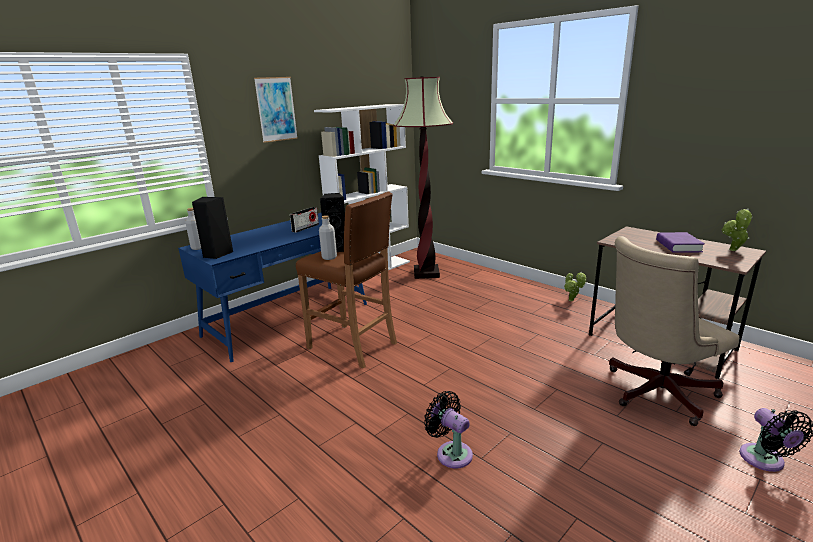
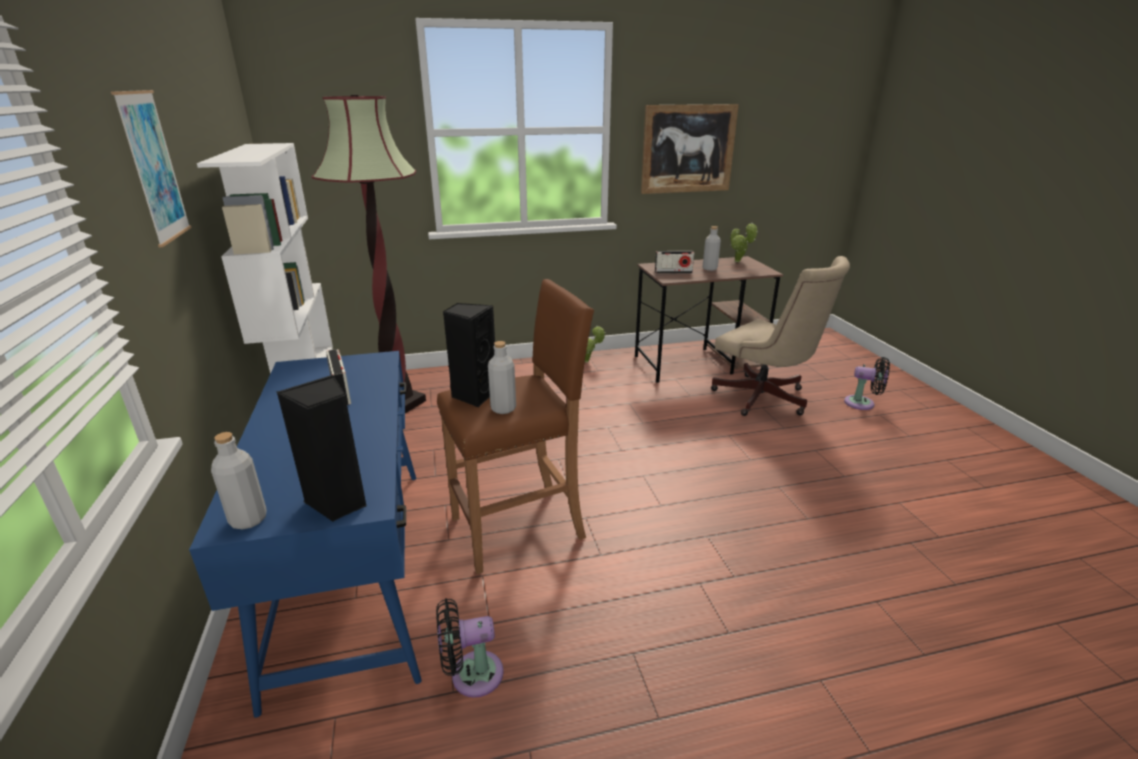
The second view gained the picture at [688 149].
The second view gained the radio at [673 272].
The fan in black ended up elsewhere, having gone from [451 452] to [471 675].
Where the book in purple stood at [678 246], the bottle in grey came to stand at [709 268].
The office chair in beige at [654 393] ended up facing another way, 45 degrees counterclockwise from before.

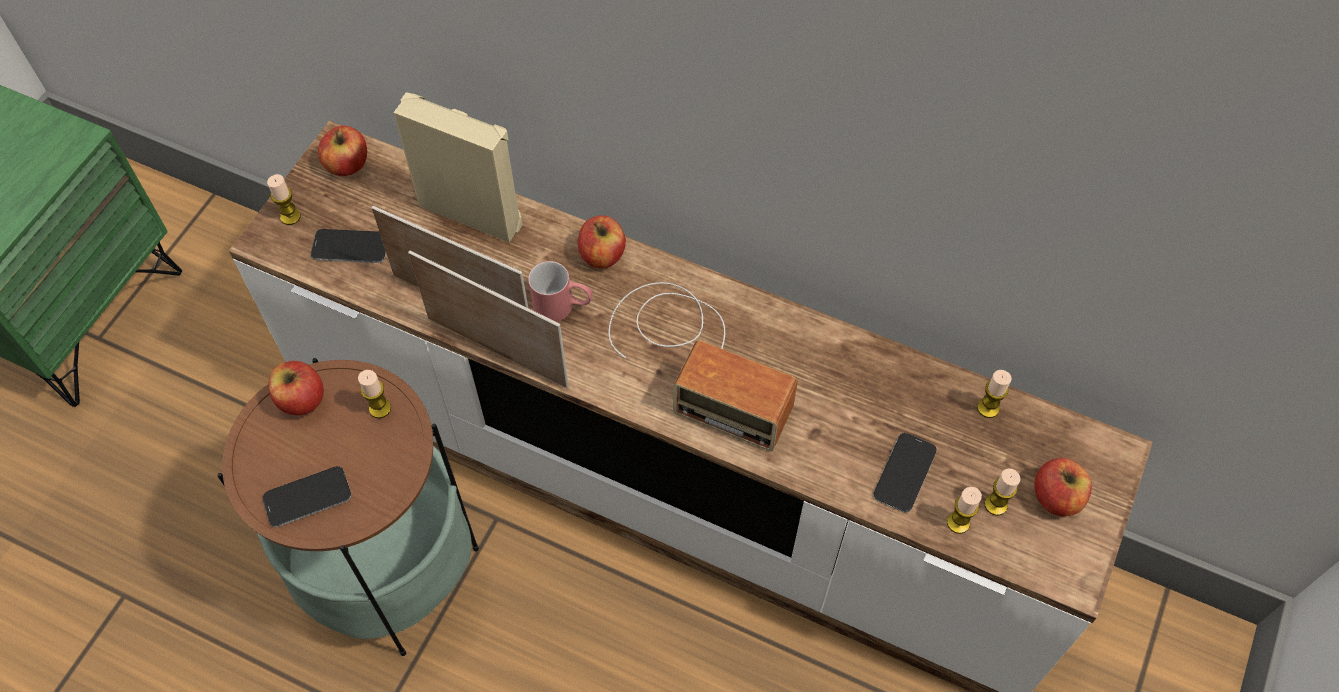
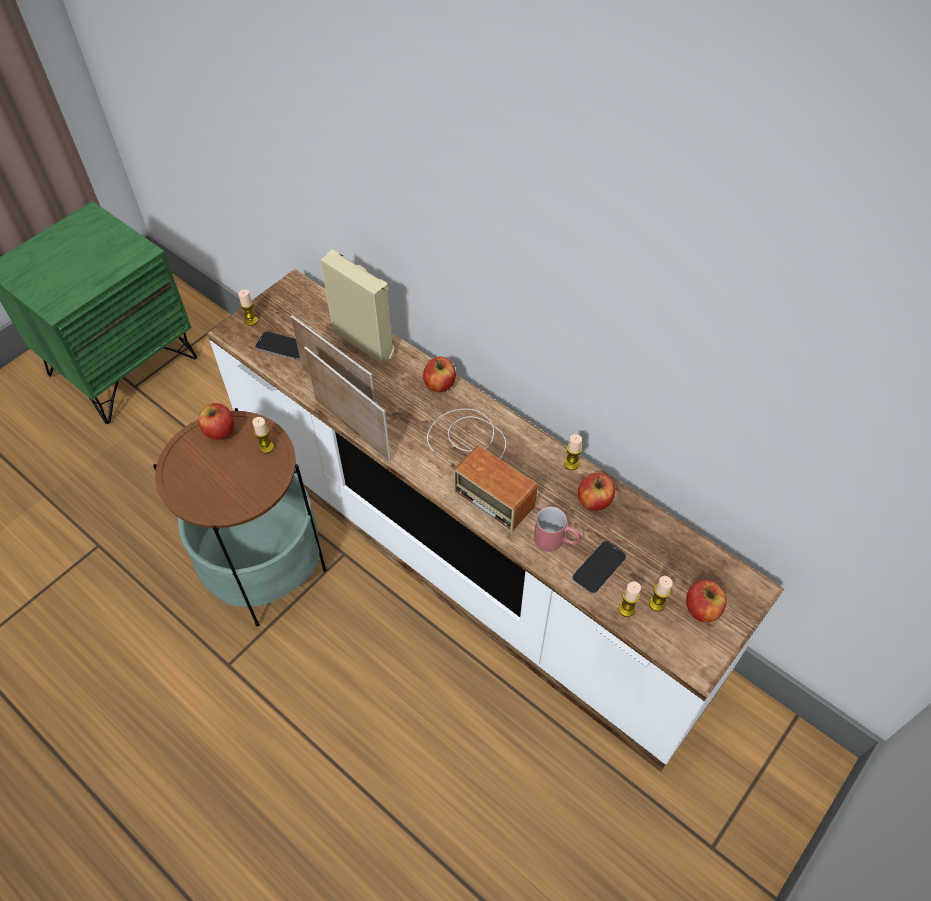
The second view lost the phone at [307 497].
The apple ended up elsewhere, having gone from [347 164] to [594 500].
The mug in red ended up elsewhere, having gone from [563 307] to [556 541].
The candle ended up elsewhere, having gone from [988 408] to [571 464].

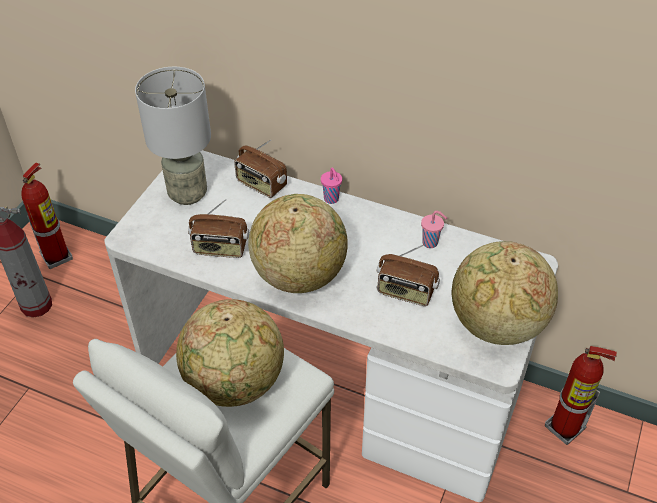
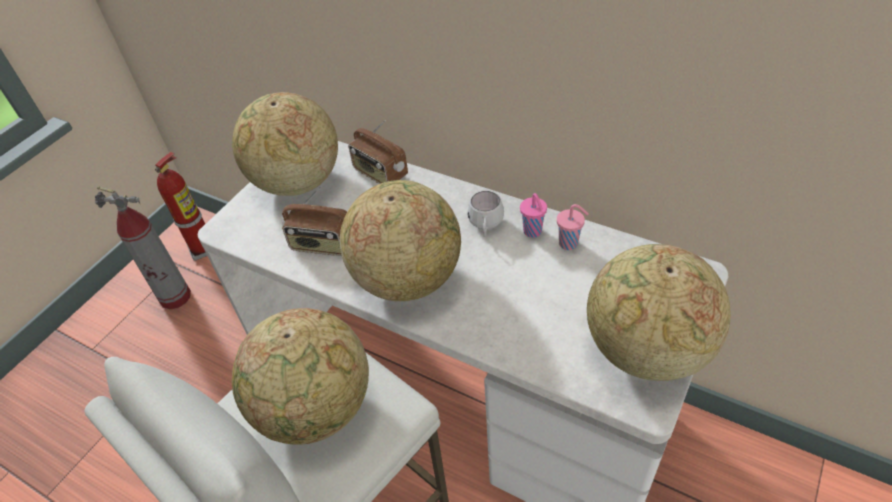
The second view lost the radio at [405 292].
The second view lost the fire extinguisher at [565 428].
The second view gained the mug in white at [485 227].
The cup in pink ended up elsewhere, having gone from [331 199] to [533 232].
Where the table lamp in grey stood at [187 194], the globe came to stand at [297 183].

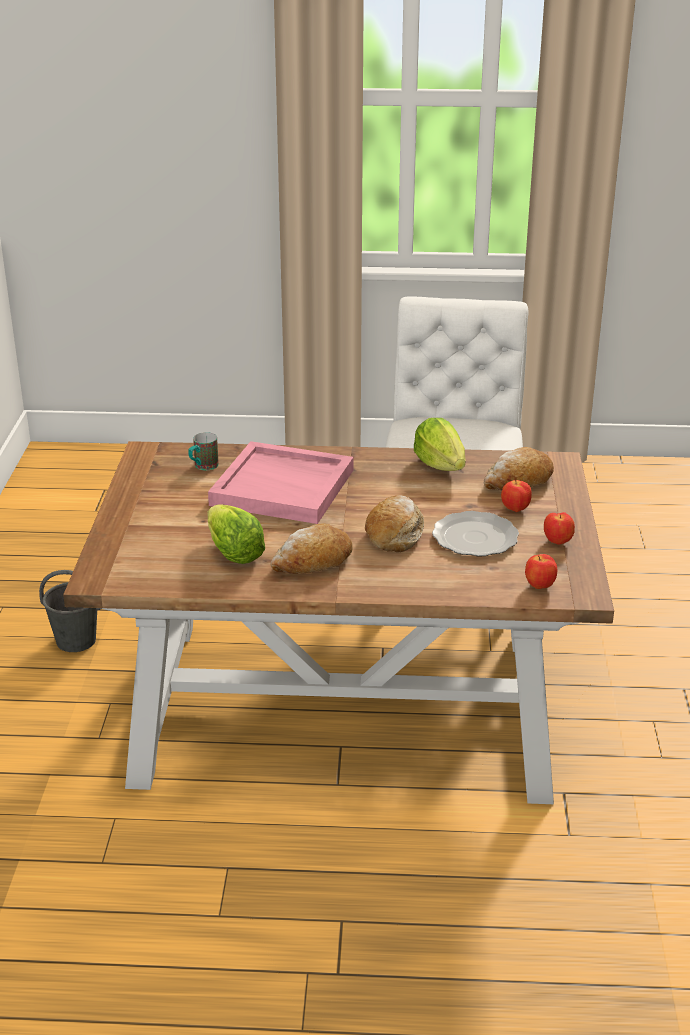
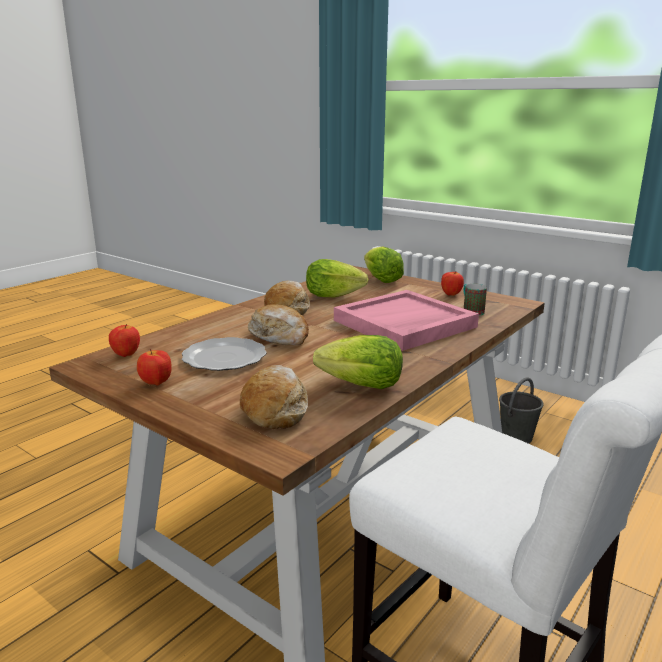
The second view gained the lettuce at [381 280].
The apple ended up elsewhere, having gone from [515 509] to [451 295].

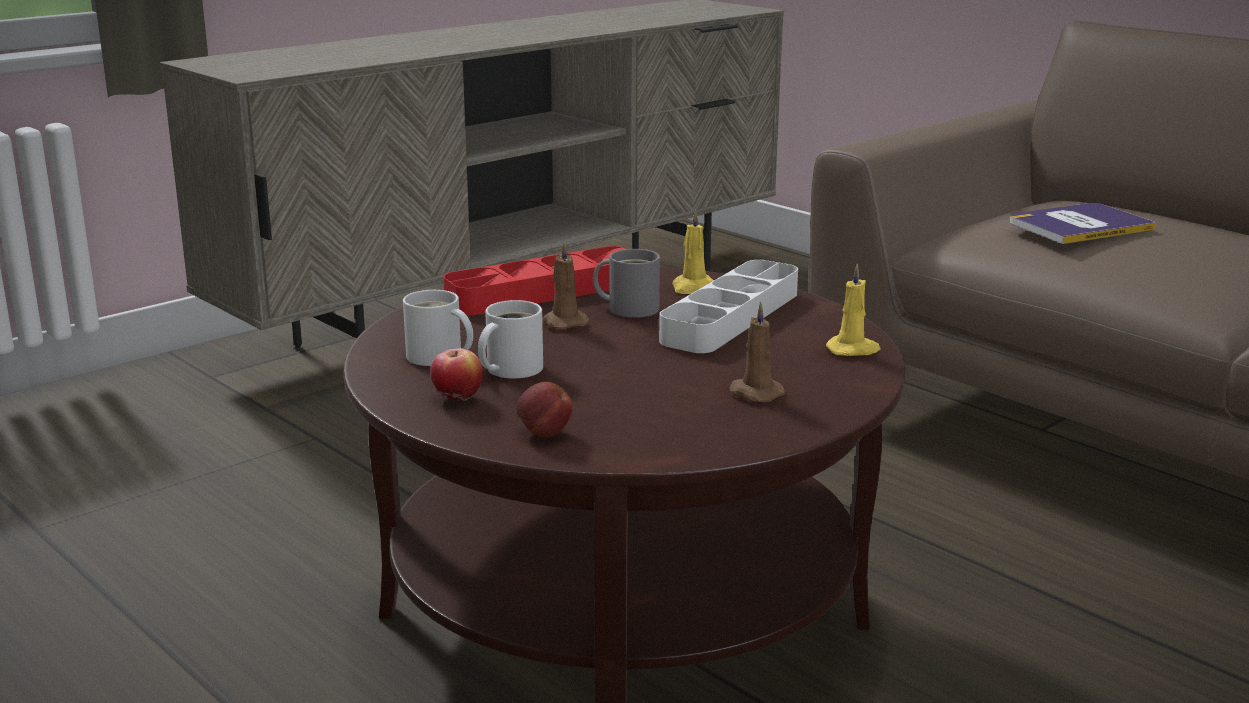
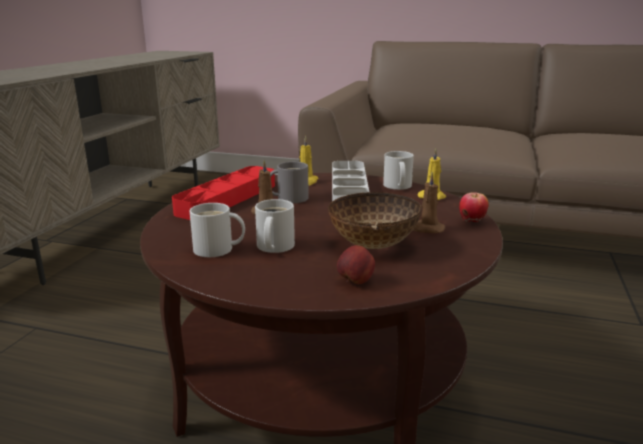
The second view lost the book at [1079 226].
The second view gained the bowl at [372 244].
The second view gained the mug in white at [396 186].
The apple ended up elsewhere, having gone from [457 399] to [472 222].

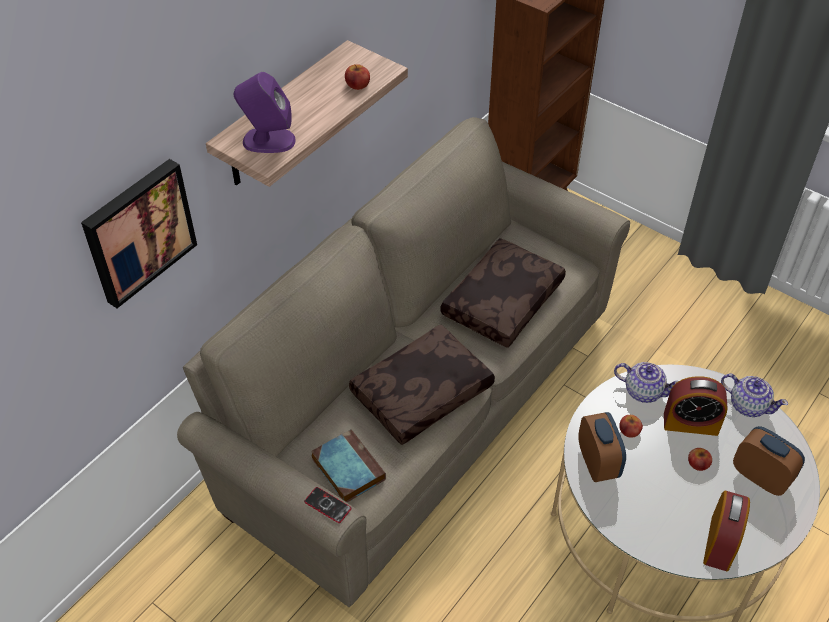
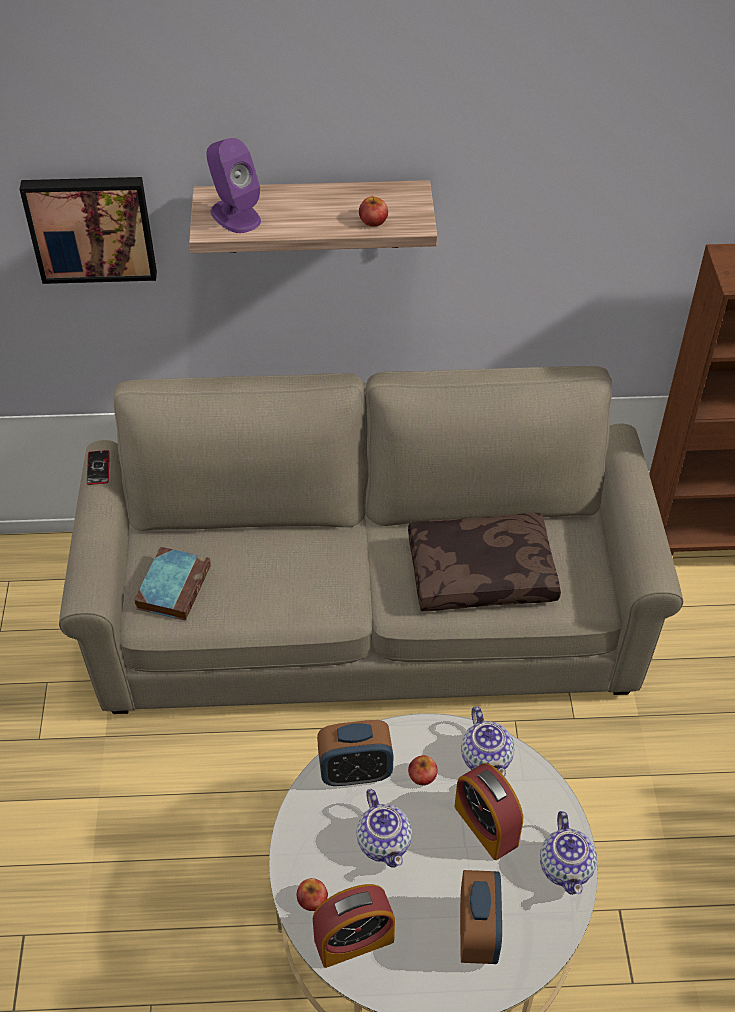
The second view lost the pillow in brown at [422 394].
The second view gained the teapot at [384 841].
The phone ended up elsewhere, having gone from [327 505] to [98 468].
The apple ended up elsewhere, having gone from [698 463] to [312 899].
The alarm clock at [598 463] ended up facing another way, 45 degrees clockwise from before.

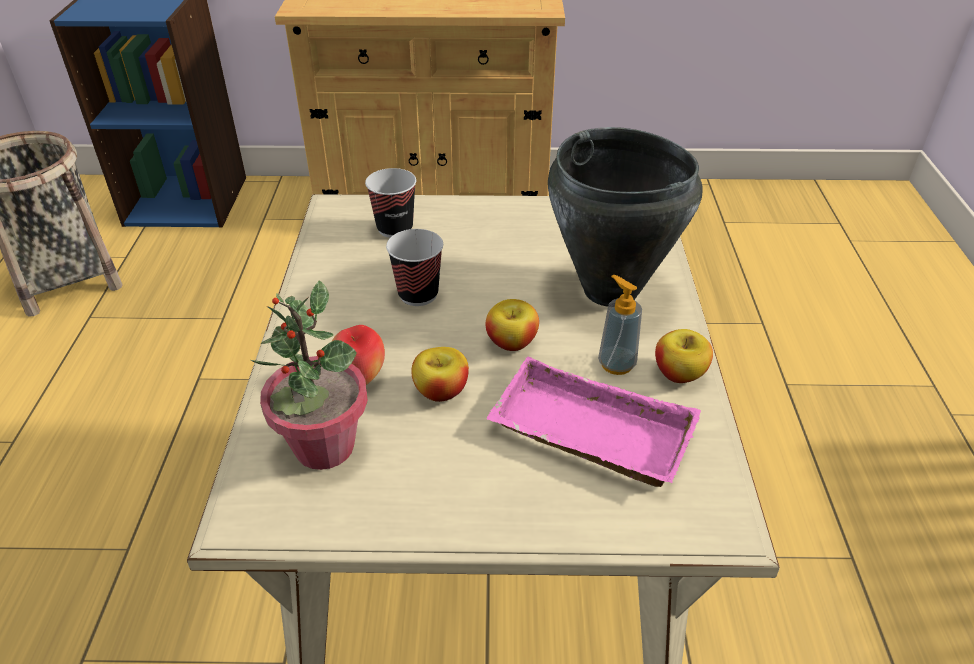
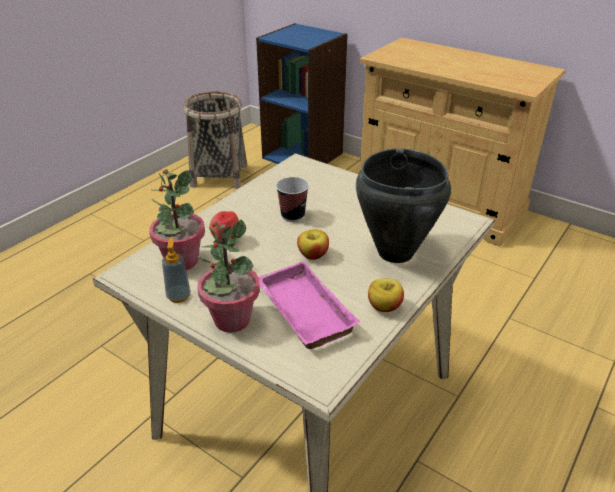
The second view lost the cup at [395 228].
The second view lost the apple at [441 391].
The second view gained the potted plant at [231 320].
The soap dispenser ended up elsewhere, having gone from [616 364] to [178 296].

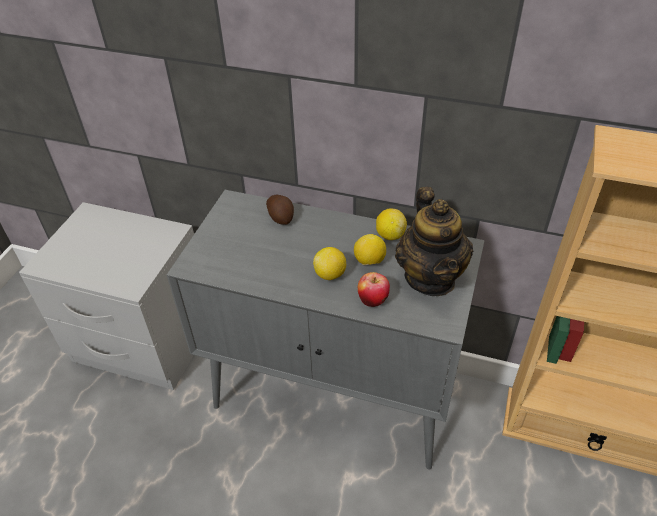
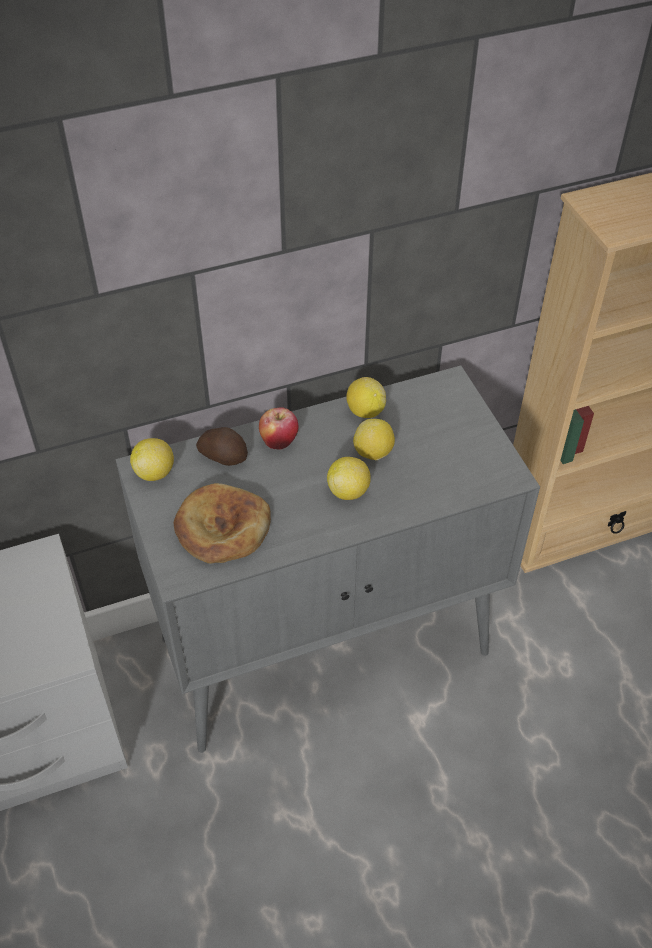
The second view lost the teapot at [430 277].
The second view gained the lemon at [155 472].
The second view gained the bread at [222 528].
The apple ended up elsewhere, having gone from [373 300] to [279 441].

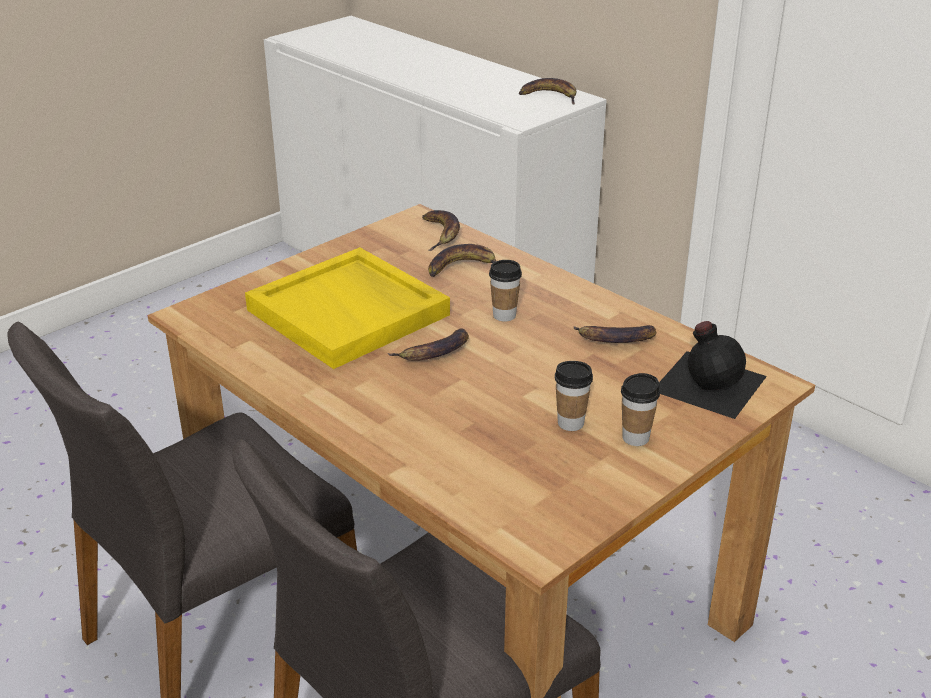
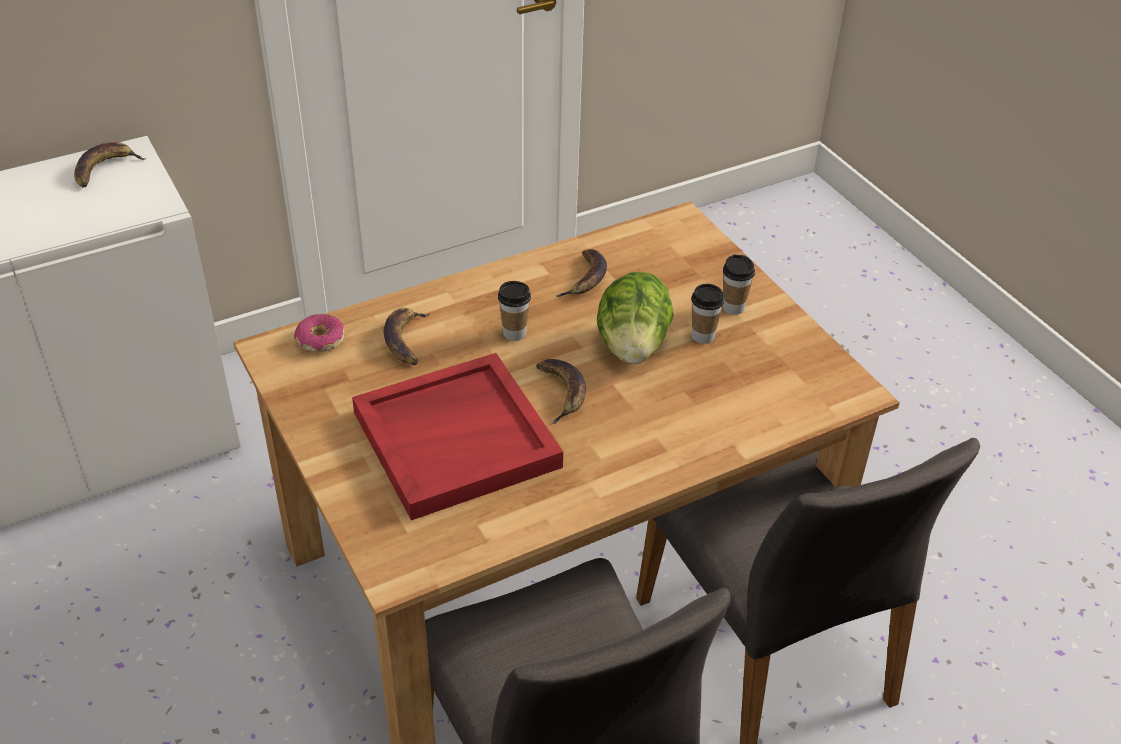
The second view lost the bottle in black at [708 382].
The second view gained the lettuce at [633 346].
Where the banana stood at [440 234], the donut came to stand at [320 340].
What was the tray in yellow at [350 312] turned into the tray in red at [457 438].

